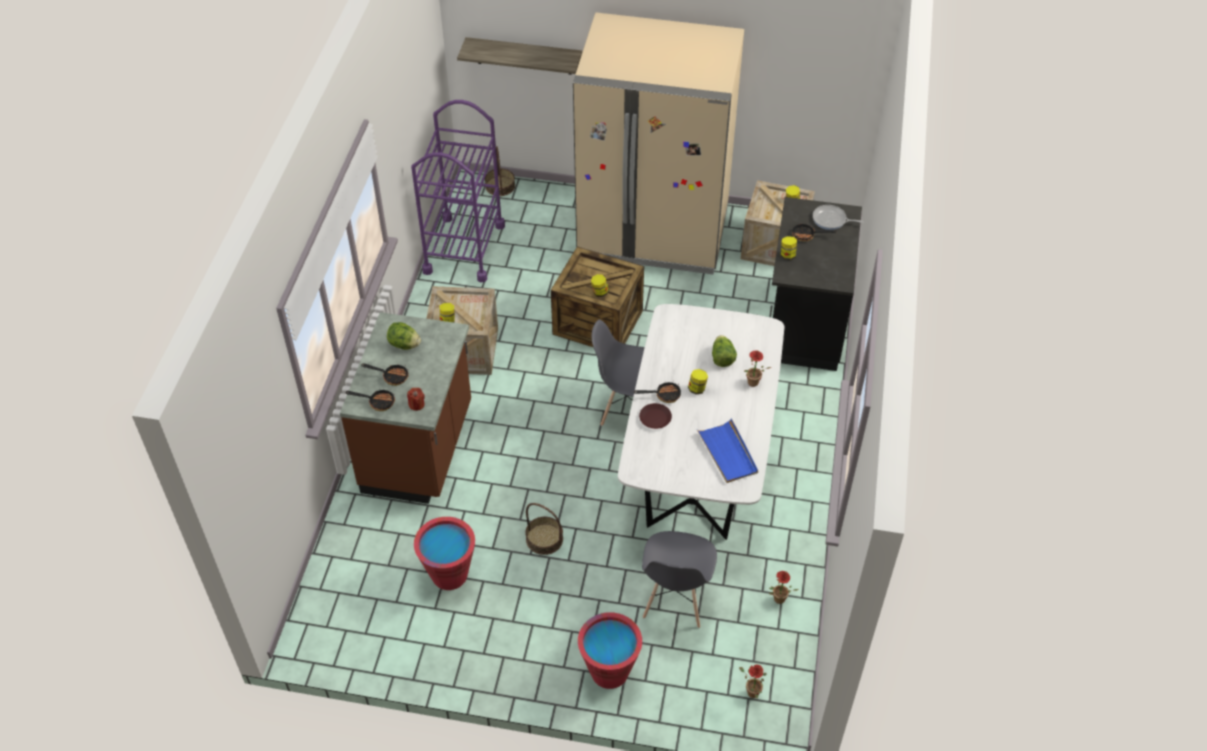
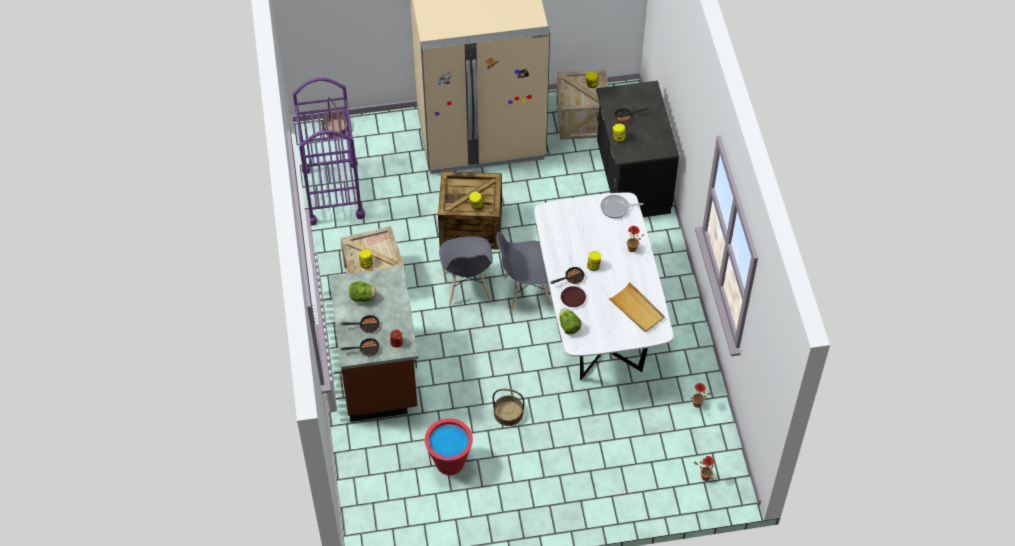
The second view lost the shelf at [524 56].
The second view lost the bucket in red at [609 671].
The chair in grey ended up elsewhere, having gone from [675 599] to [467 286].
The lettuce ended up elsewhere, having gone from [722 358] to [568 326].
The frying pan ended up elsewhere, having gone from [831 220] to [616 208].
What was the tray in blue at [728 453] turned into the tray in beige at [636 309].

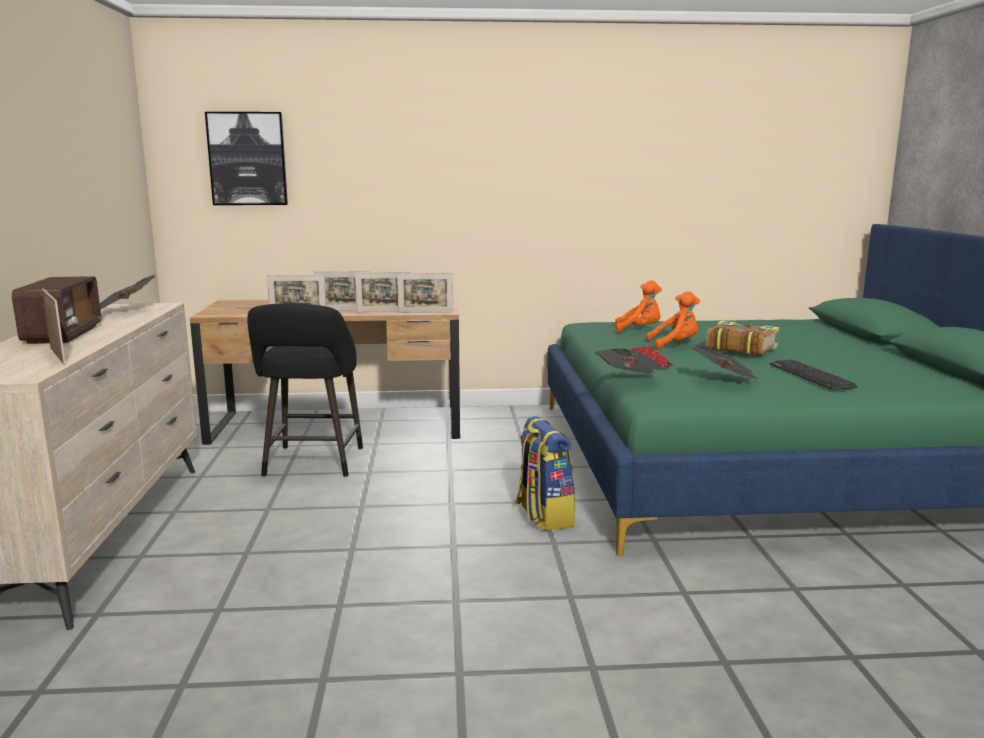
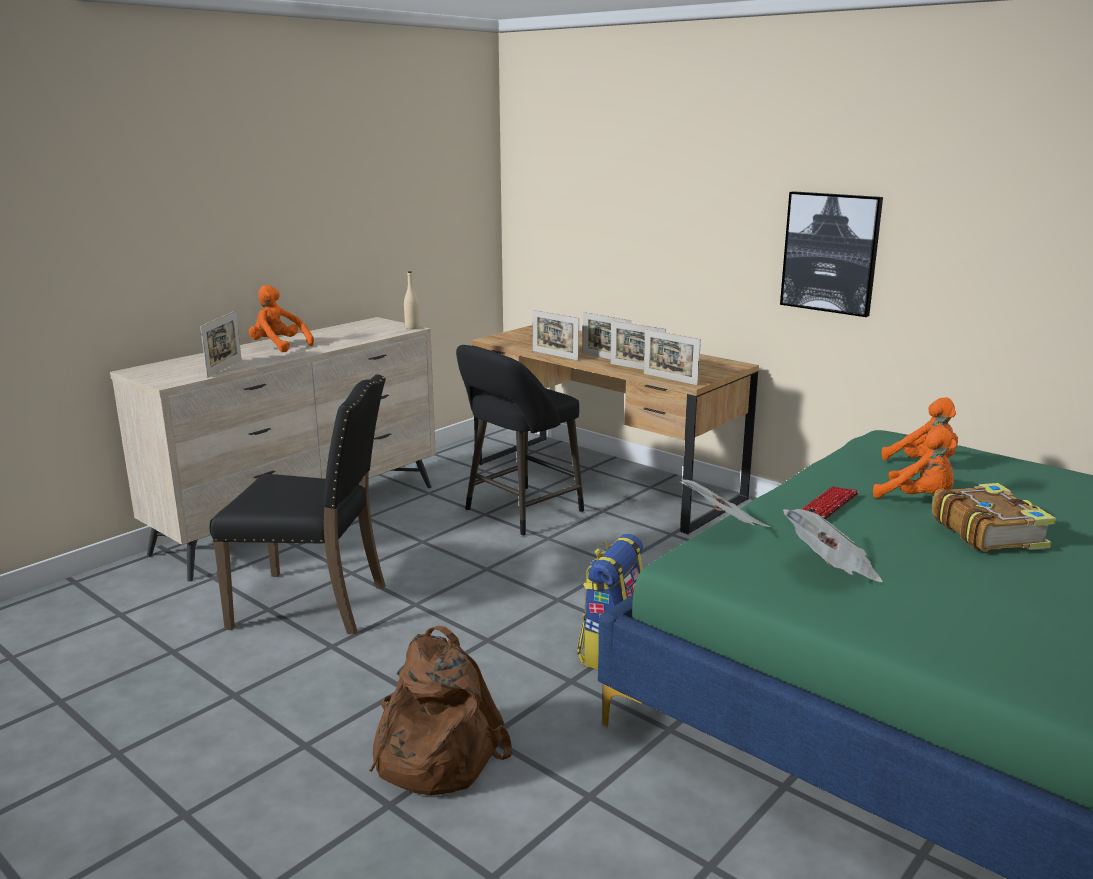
The second view lost the newspaper at [124 311].
The second view lost the keyboard at [811 376].
The second view gained the chair in black at [314 605].
The second view gained the backpack in brown at [433 753].
The second view gained the bottle in beige at [412 327].
The picture ended up elsewhere, having gone from [247 159] to [830 253].
Where the radio stood at [63 334], the plush toy in orange came to stand at [278 347].

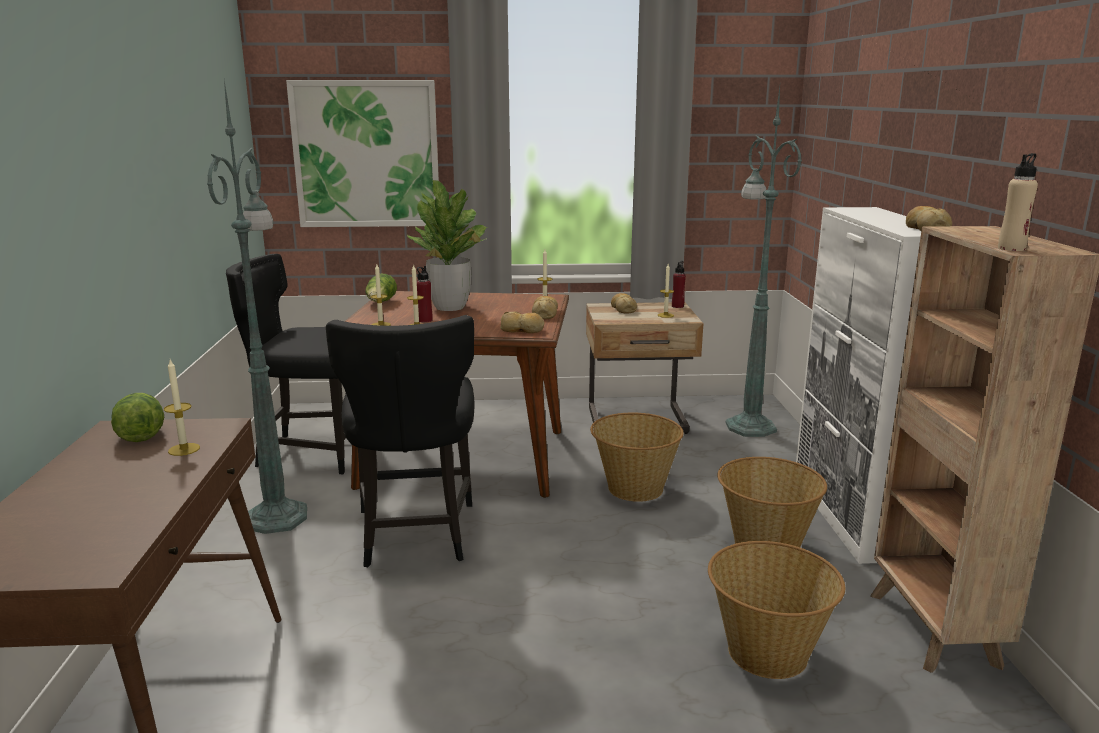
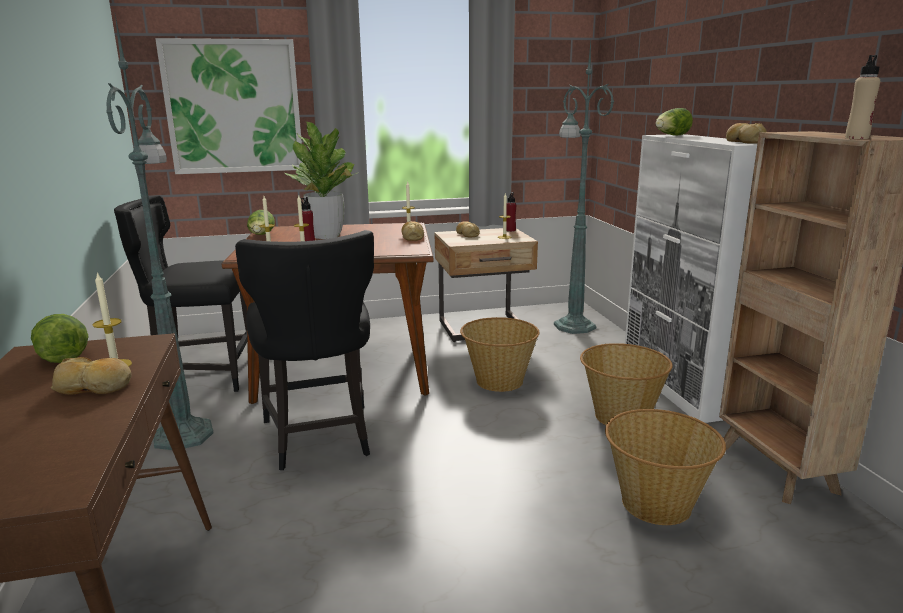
The second view gained the lettuce at [671 136].
The bread ended up elsewhere, having gone from [522 330] to [94 387].

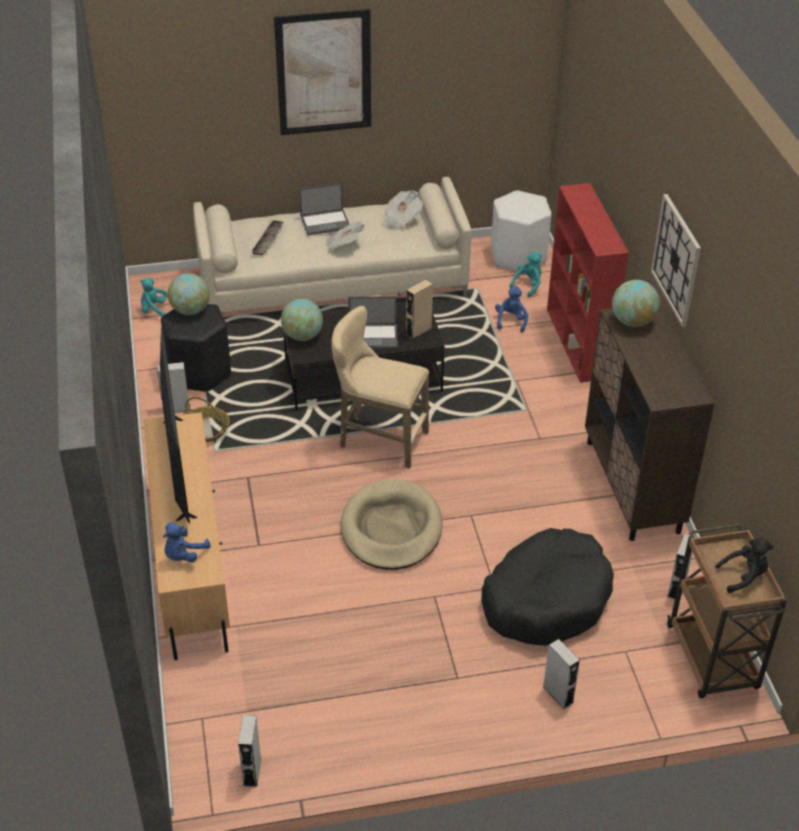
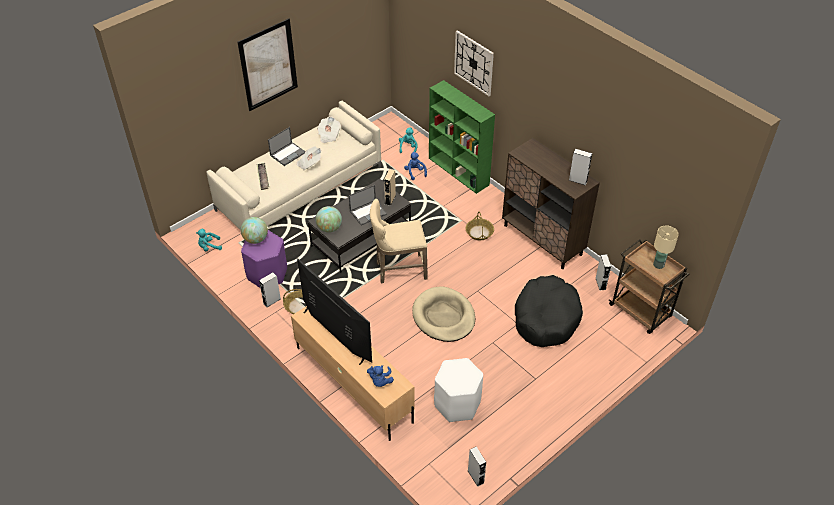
The second view lost the globe at [632 321].
The second view gained the basket at [479 232].
The stool in white ended up elsewhere, having gone from [518 256] to [457 404].
The speaker in grey ended up elsewhere, having gone from [558 694] to [578 180].
The wall clock ended up elsewhere, having gone from [676 260] to [474 63].
Where the plush toy in black stood at [744 576], the table lamp in beige came to stand at [659 265].
What was the stool in black at [199 372] turned into the stool in purple at [267 274].
What was the bookcase in red at [578 344] turned into the bookcase in green at [459 172].

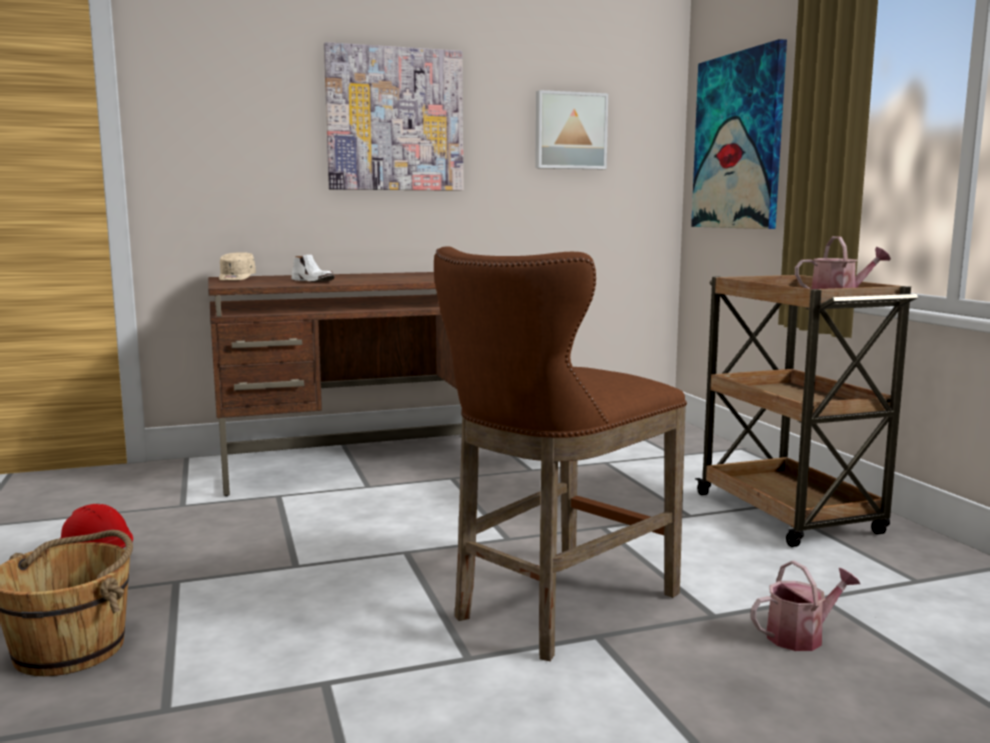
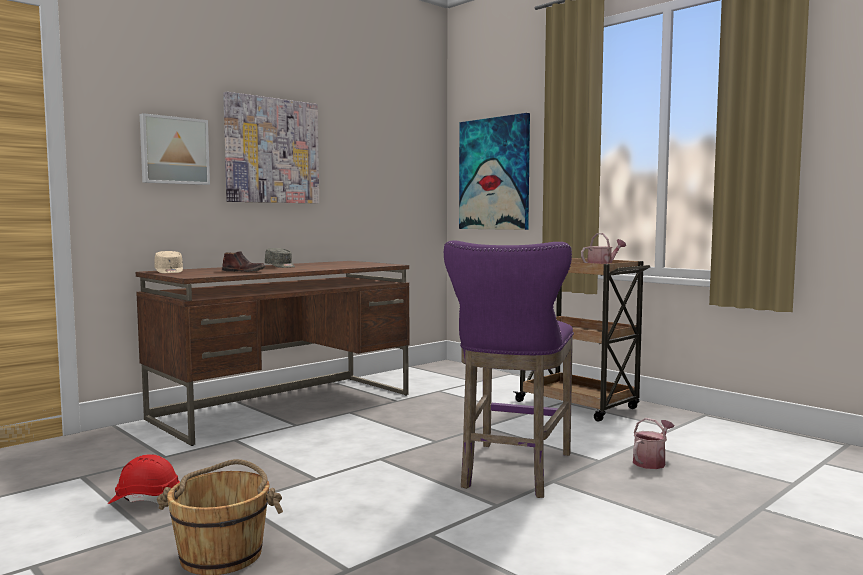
The second view gained the cap in grey at [280 266].
The picture ended up elsewhere, having gone from [570 131] to [174 150].
What was the shoe in white at [313 281] turned into the shoe in brown at [244 271].
What was the stool in brown at [555 608] turned into the stool in purple at [512 472].

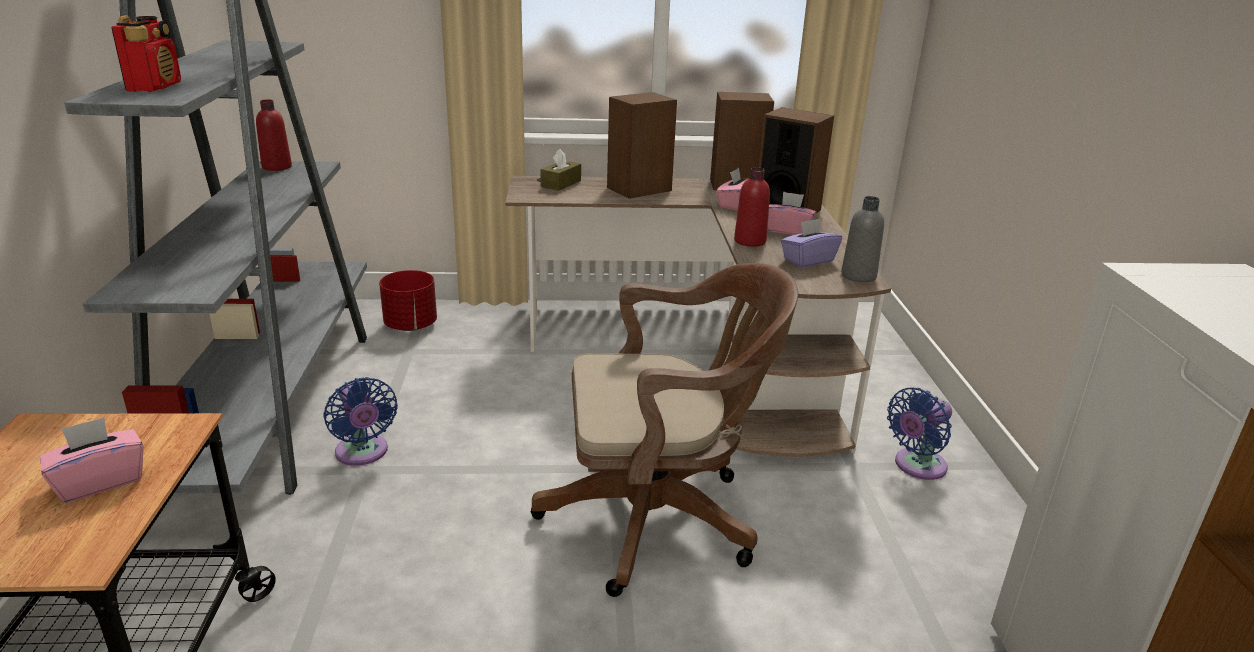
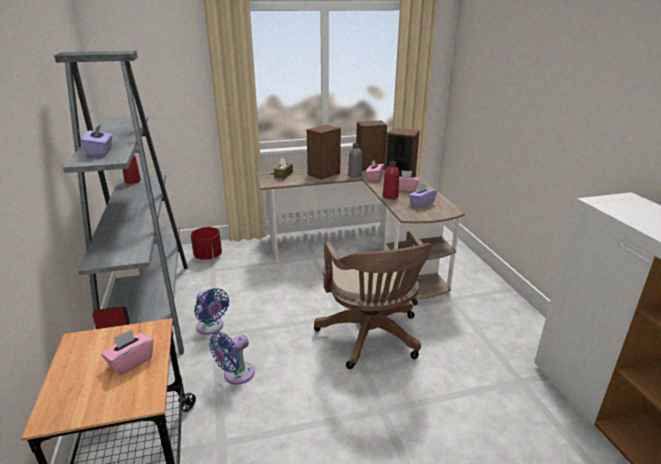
The bottle in grey ended up elsewhere, having gone from [858 276] to [355 175].
The fan in blue ended up elsewhere, having gone from [916 466] to [236 375].
Where the radio stood at [155 87], the tissue box in purple came to stand at [100 152].
The office chair in brown at [659 518] ended up facing another way, 90 degrees clockwise from before.

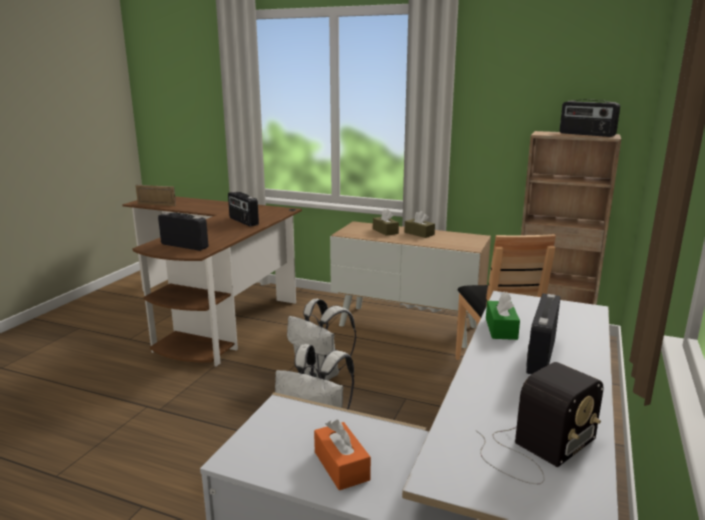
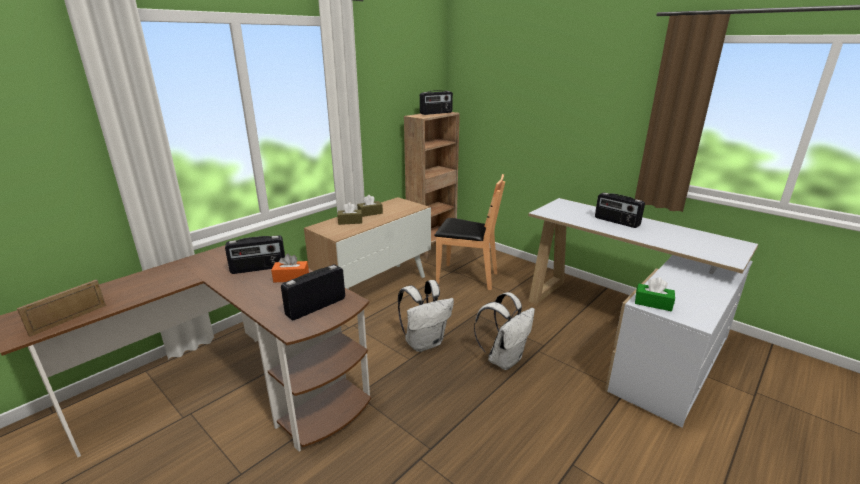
The second view lost the radio at [535 448].
The tissue box in orange ended up elsewhere, having gone from [341 466] to [291 277].
The tissue box in green ended up elsewhere, having gone from [501 328] to [653 303].

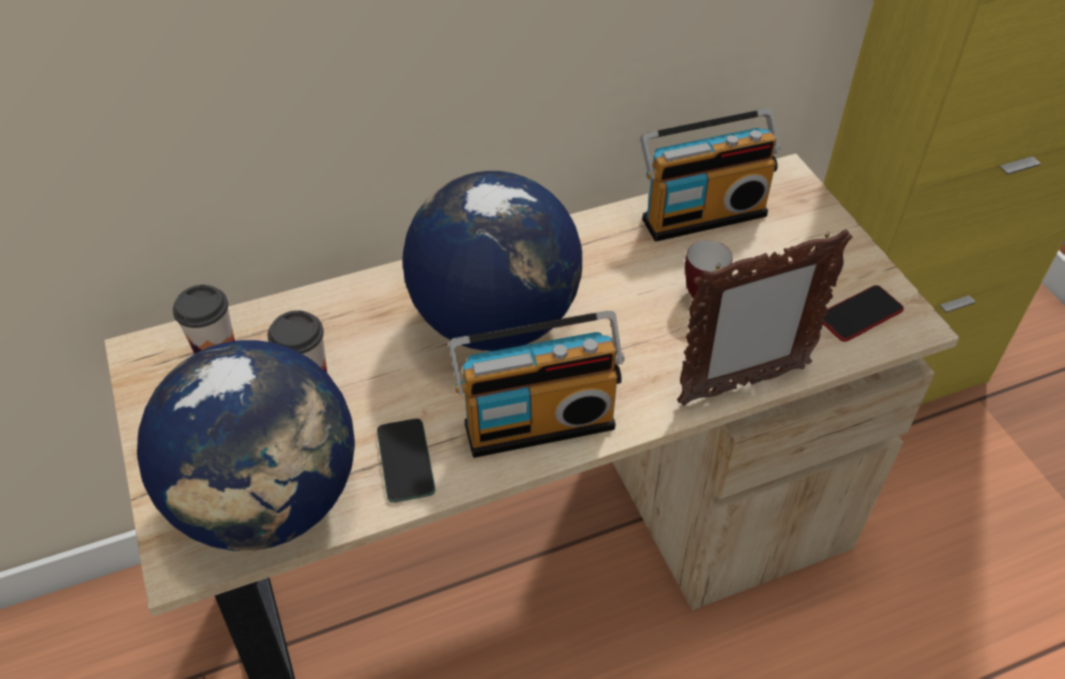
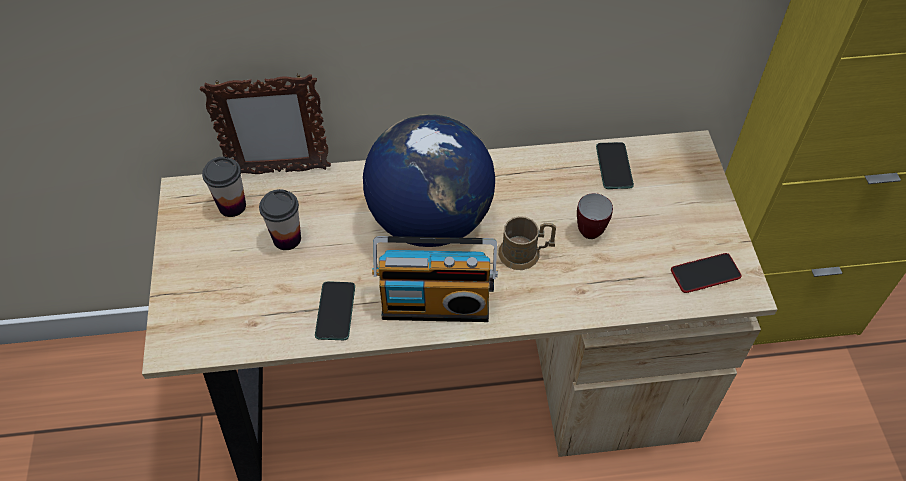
The second view lost the globe at [269 501].
The second view gained the mug in brown at [525 253].
The picture frame ended up elsewhere, having gone from [742 385] to [279 171].
Where the radio stood at [702 213], the phone came to stand at [614 166].

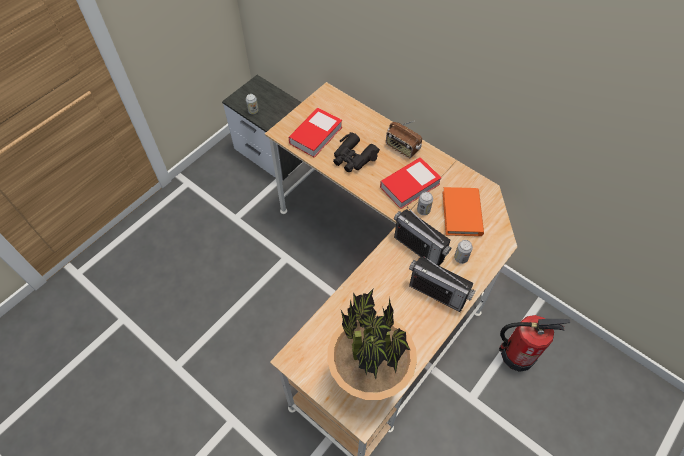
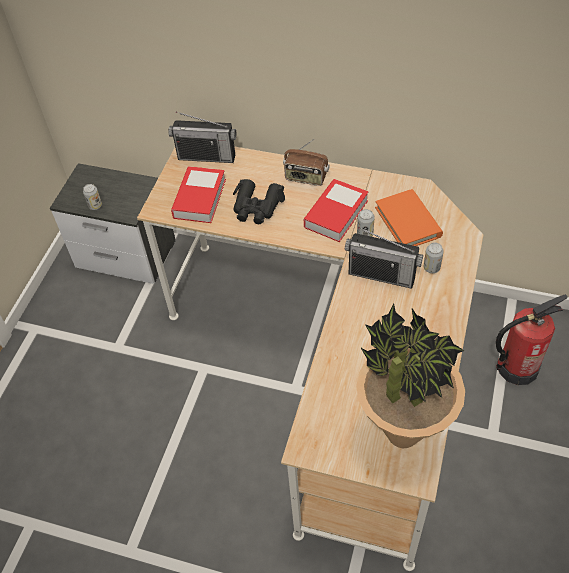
The radio ended up elsewhere, having gone from [437 293] to [207 156].

